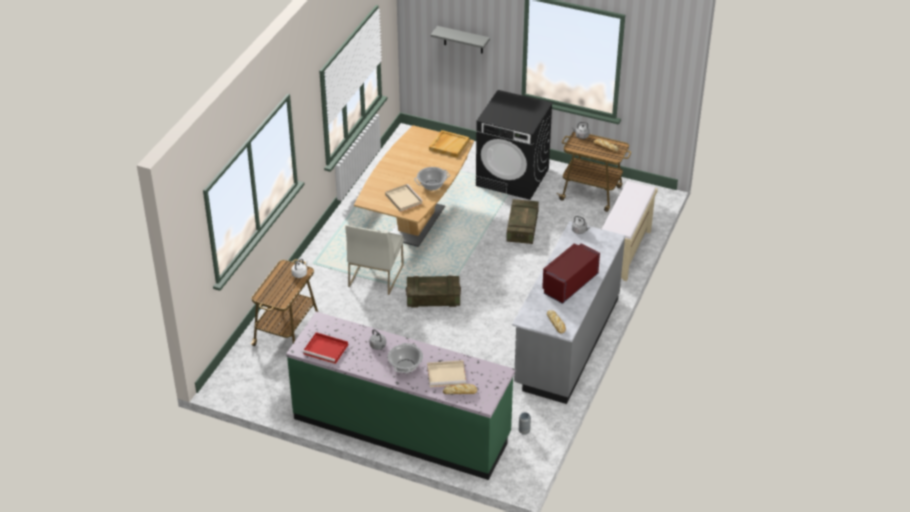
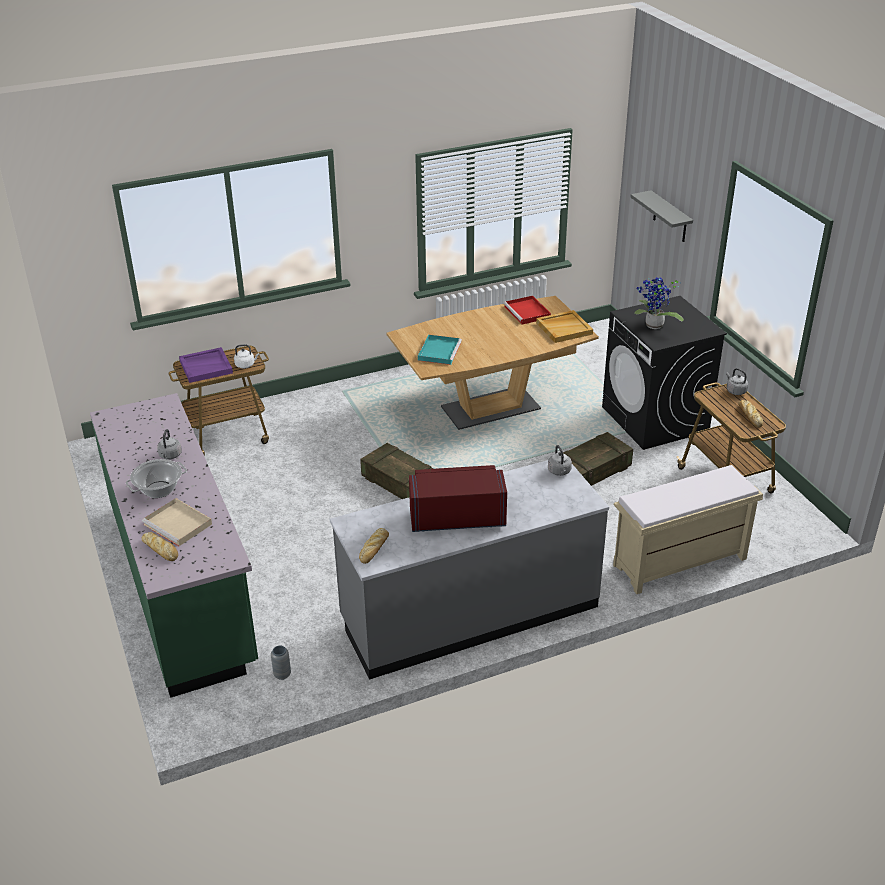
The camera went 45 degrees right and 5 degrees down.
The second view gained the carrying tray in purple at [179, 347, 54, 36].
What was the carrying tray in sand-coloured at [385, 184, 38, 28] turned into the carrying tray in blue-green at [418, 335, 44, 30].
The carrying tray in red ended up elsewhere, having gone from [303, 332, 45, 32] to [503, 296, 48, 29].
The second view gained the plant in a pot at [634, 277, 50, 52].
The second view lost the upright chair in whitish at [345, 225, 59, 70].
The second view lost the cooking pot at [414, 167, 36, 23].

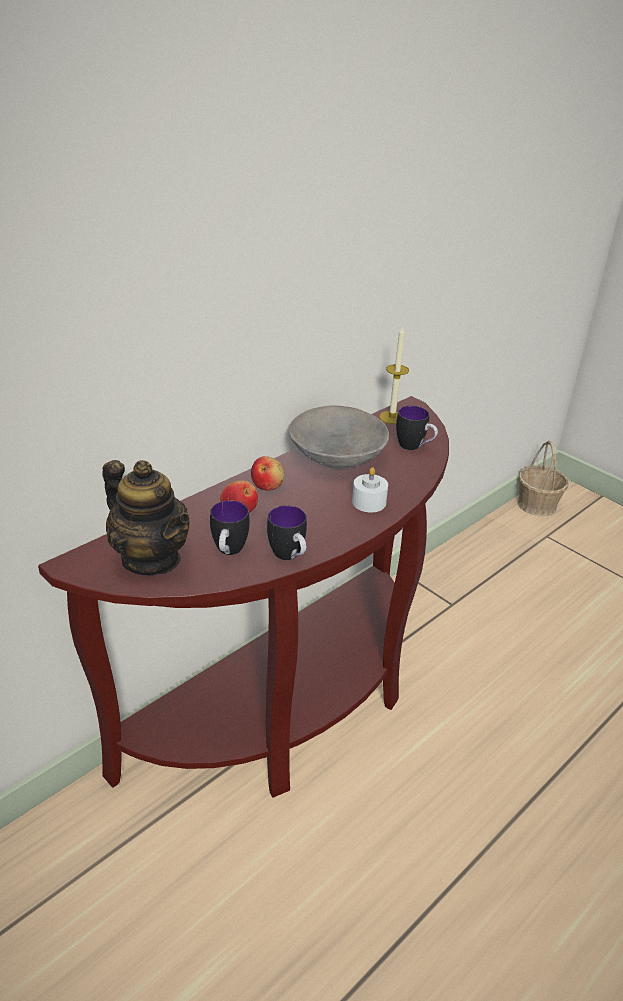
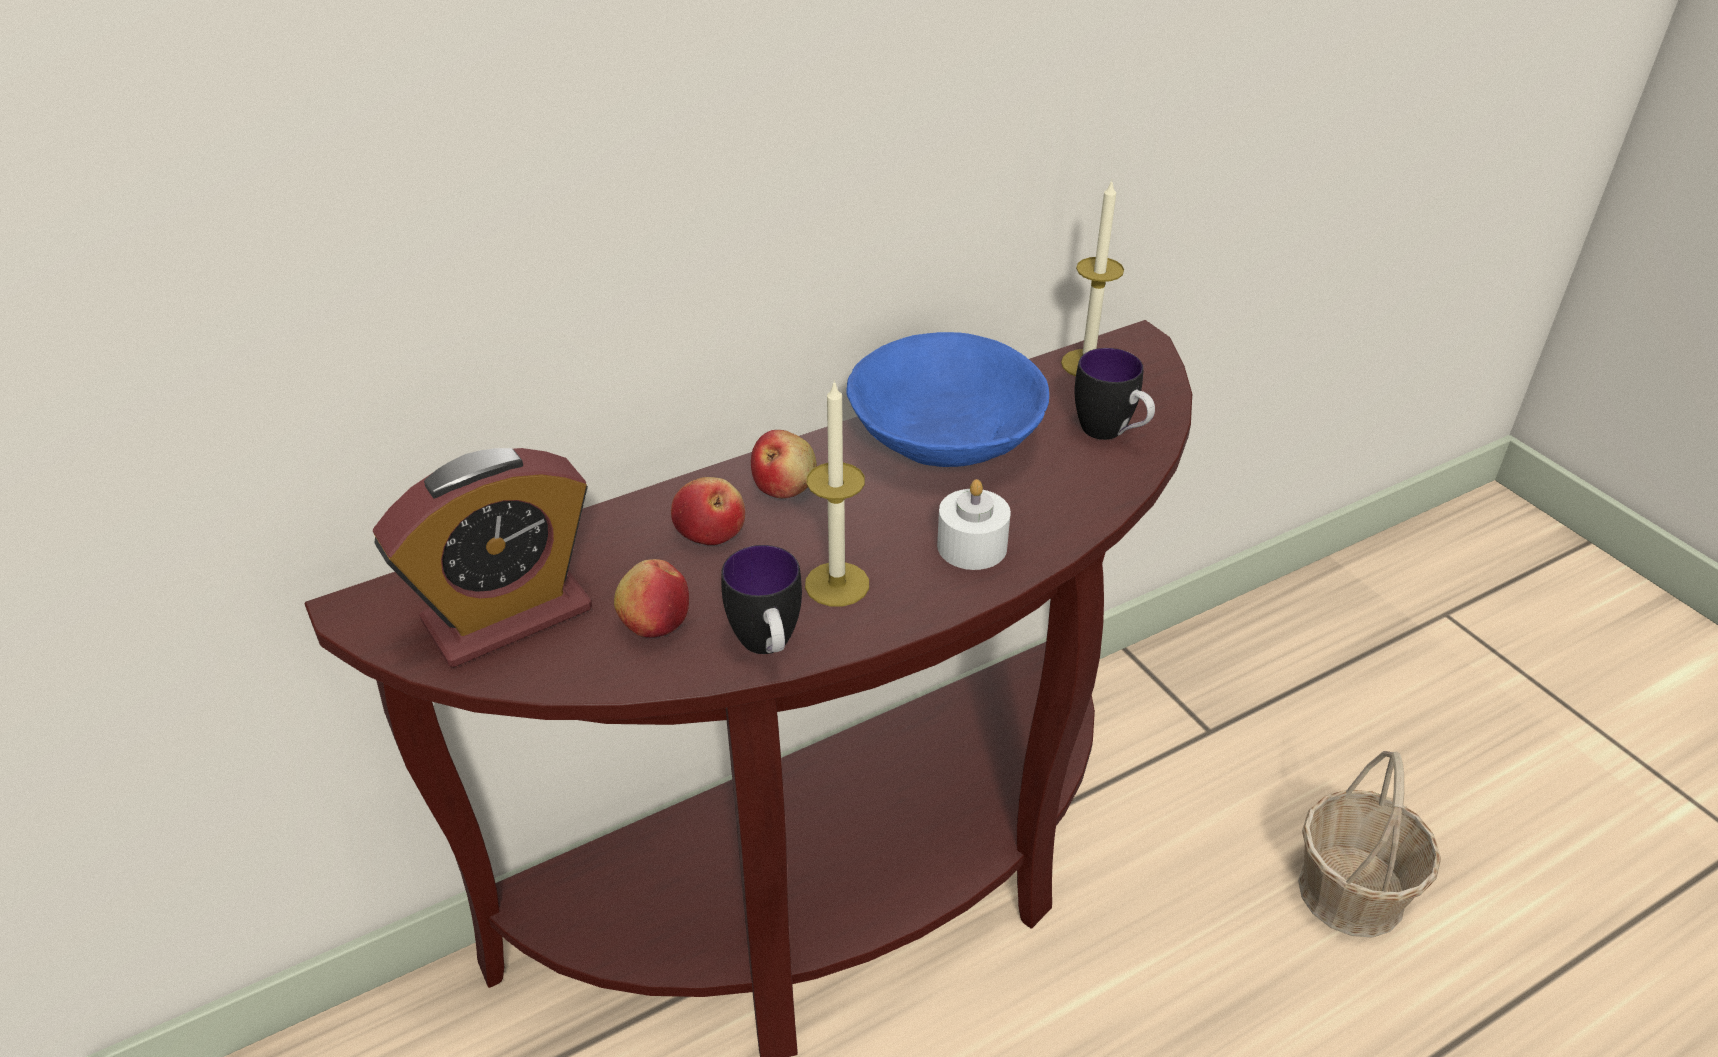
The camera went 15 degrees right and 5 degrees up.
Where the pot for tea stood at [102, 460, 88, 115], the bedside clock came to stand at [373, 448, 219, 220].
Where the coffee mug stood at [210, 500, 39, 55], the apple fruit came to stand at [614, 559, 75, 79].
The second view gained the wax candle at [805, 380, 64, 227].
What was the deep dish in grey at [289, 405, 100, 64] turned into the deep dish in blue at [846, 332, 203, 135].
The storage basket ended up elsewhere, having gone from [517, 440, 51, 76] to [1298, 751, 143, 186].

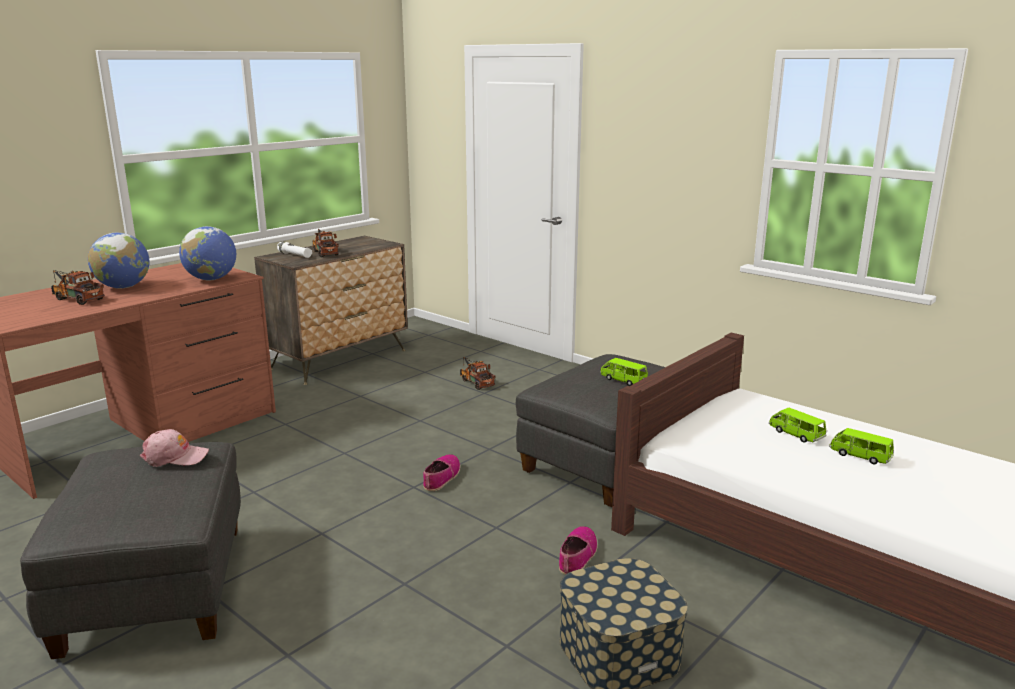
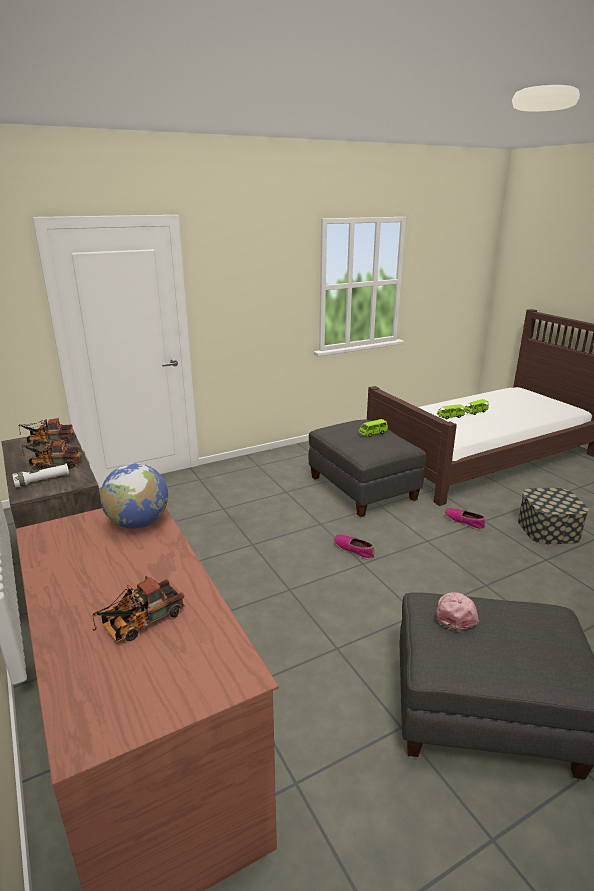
The camera went 70 degrees left and 5 degrees up.
The toy truck ended up elsewhere, having gone from [460, 357, 36, 33] to [18, 418, 56, 28].
The second view lost the world globe at [88, 233, 62, 56].

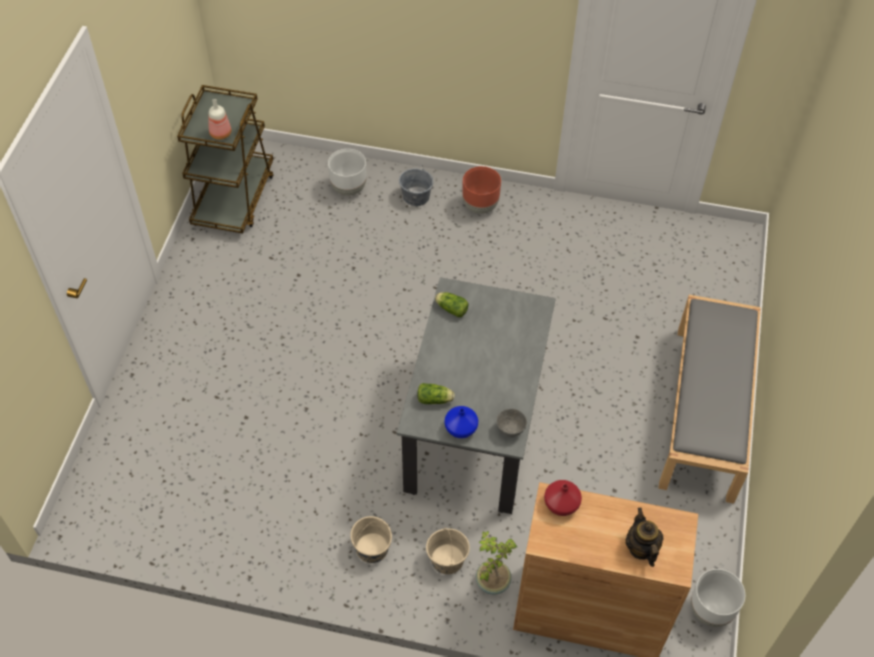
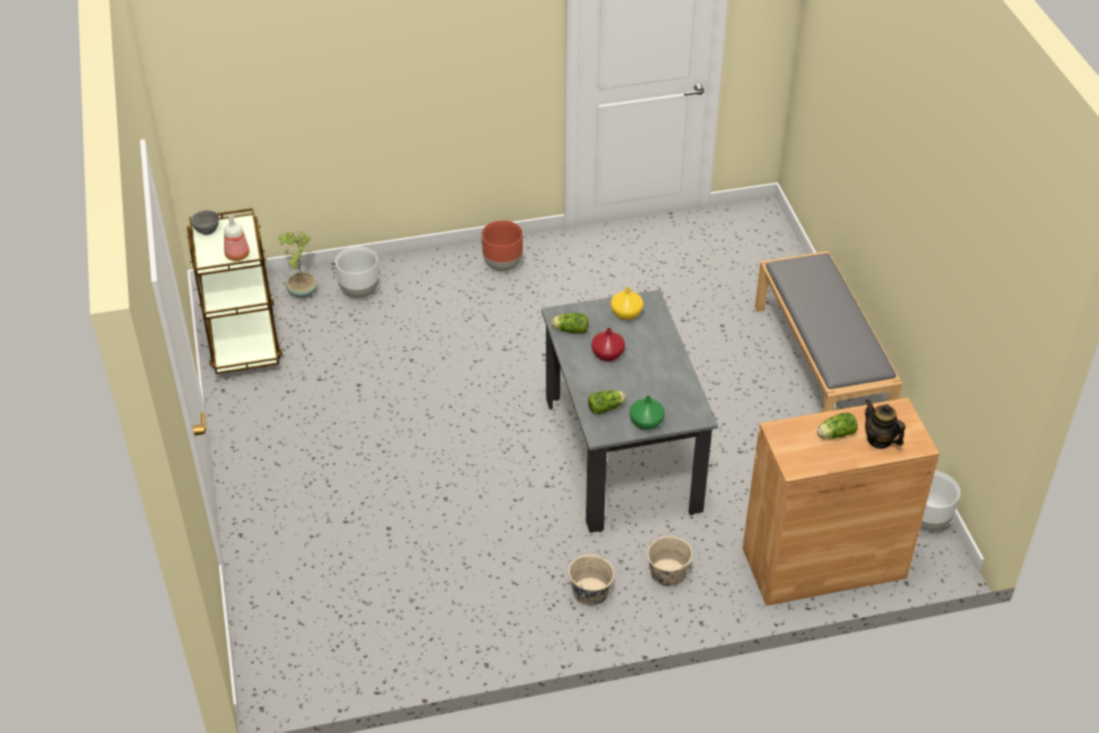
The camera went 25 degrees left and 10 degrees down.
The deep dish in grey ended up elsewhere, having gone from [496, 409, 31, 28] to [191, 210, 28, 25].
The plant in a pot ended up elsewhere, having gone from [476, 531, 41, 64] to [278, 232, 40, 66].
The flower vase in red ended up elsewhere, having gone from [544, 480, 38, 36] to [592, 328, 33, 33].
The second view gained the flower vase in yellow-coloured at [611, 287, 32, 33].
What was the flower vase in blue at [445, 406, 33, 32] turned into the flower vase in green at [630, 395, 35, 35].
The second view gained the head of lettuce at [817, 413, 41, 26].
The second view lost the water bucket in grey at [399, 165, 34, 41].

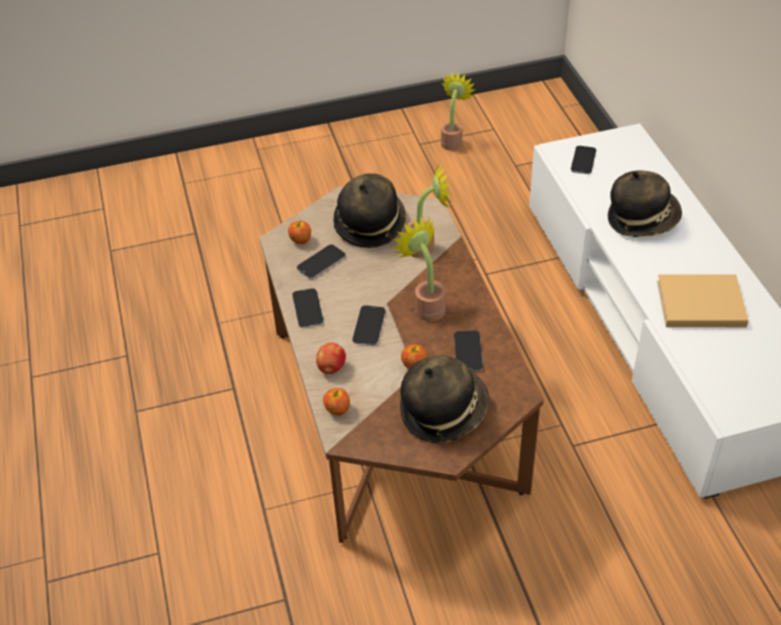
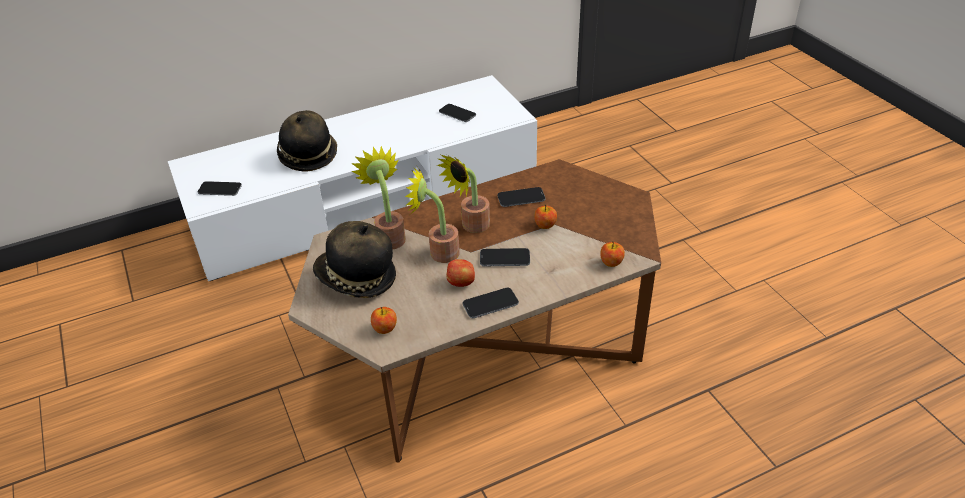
The camera went 100 degrees left and 5 degrees down.
The plant in a pot ended up elsewhere, having gone from [441, 71, 35, 80] to [405, 167, 55, 96].
The phone ended up elsewhere, having gone from [297, 245, 49, 34] to [439, 104, 37, 18].
The apple fruit ended up elsewhere, having gone from [316, 343, 30, 31] to [447, 259, 28, 28].
The second view lost the clothing hat at [400, 356, 89, 87].
The second view lost the volume in sand-coloured at [657, 274, 92, 53].

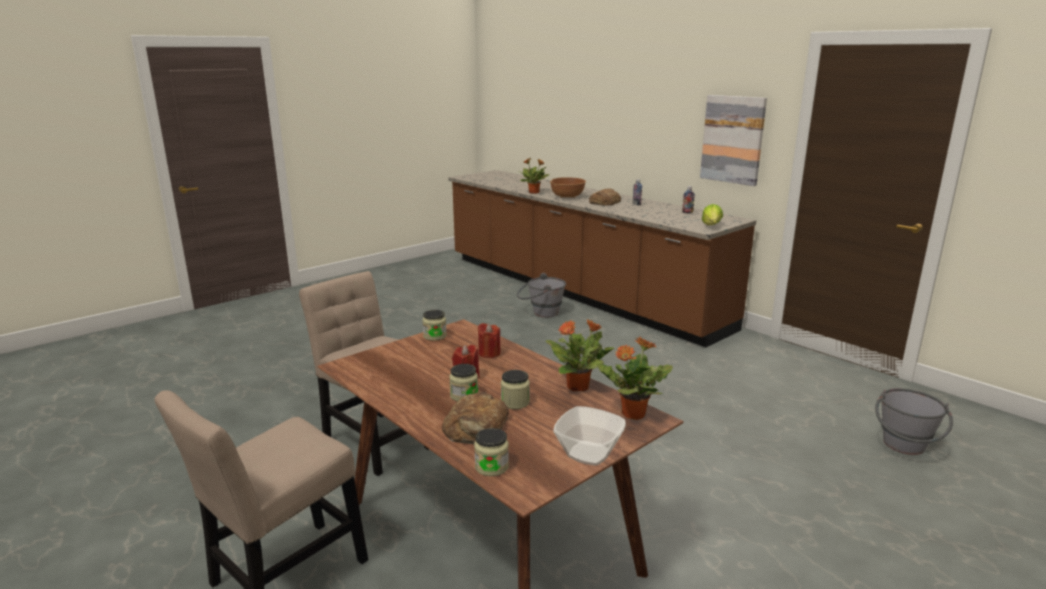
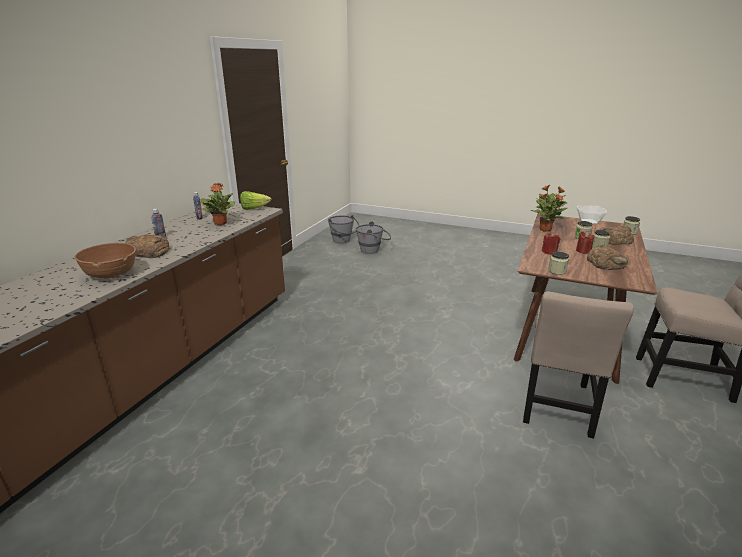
The camera went 115 degrees left and 5 degrees up.
The plant in a pot ended up elsewhere, having gone from [519, 158, 30, 36] to [200, 183, 35, 42].
The water bucket in grey ended up elsewhere, having gone from [517, 273, 49, 44] to [328, 215, 31, 28].
The second view gained the bread at [587, 245, 41, 25].
The second view lost the wall art at [700, 95, 67, 91].

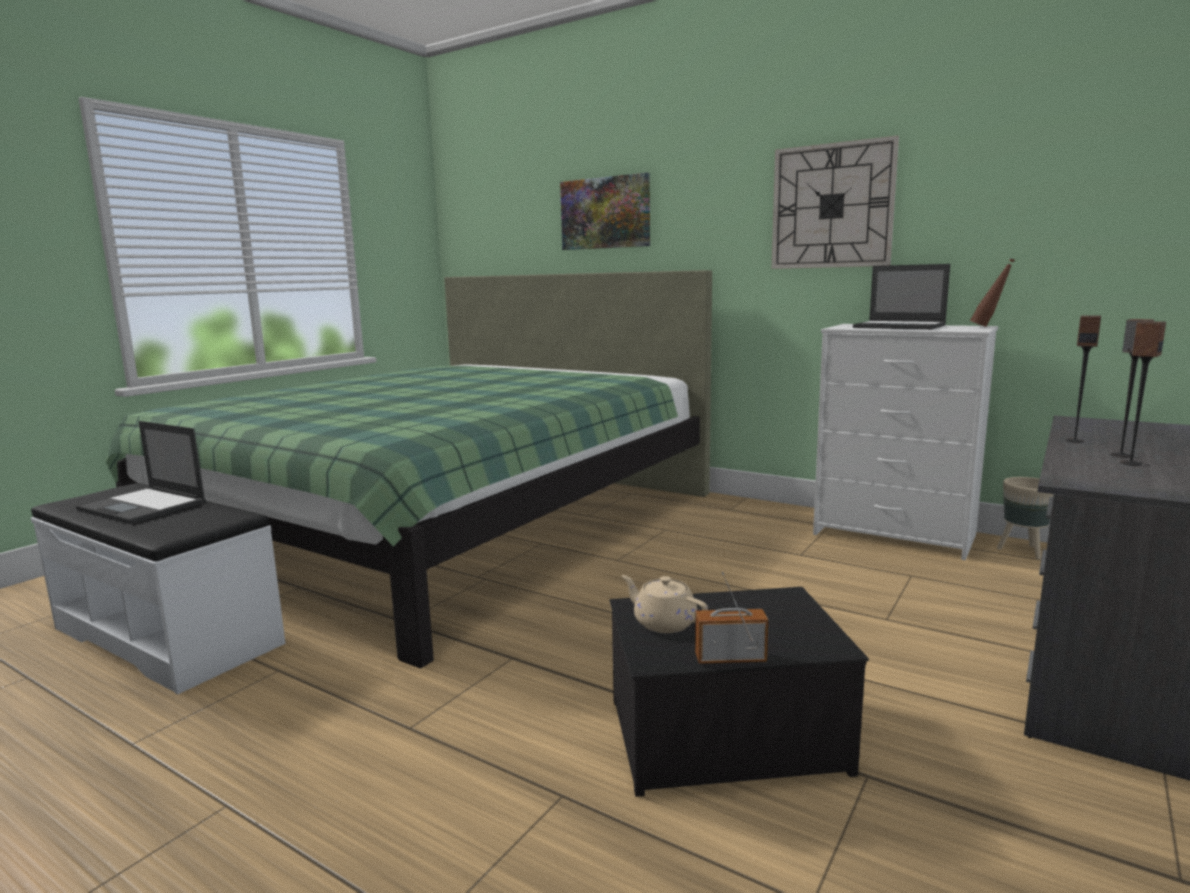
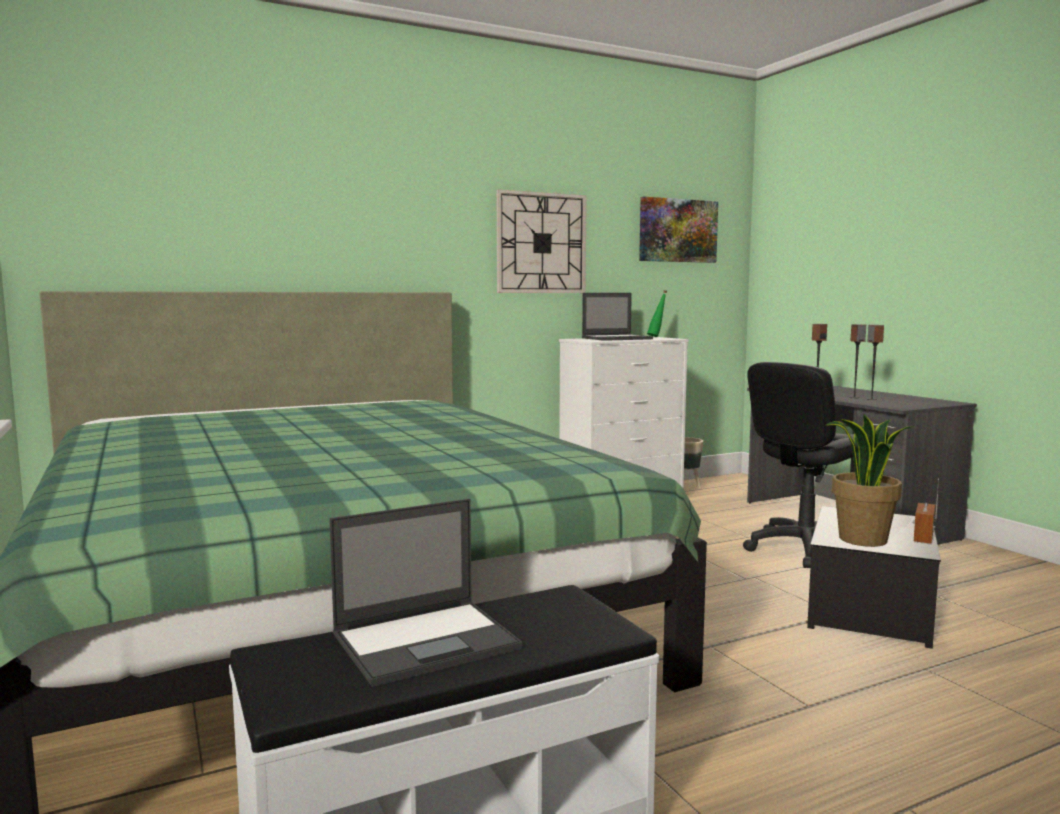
The camera went 60 degrees left and 5 degrees down.
The wall art ended up elsewhere, having gone from [560, 172, 90, 78] to [639, 197, 79, 66].
What was the bottle in brownish at [970, 258, 45, 69] turned into the bottle in green at [647, 290, 20, 47].
The second view gained the computer chair in blackish at [743, 362, 111, 206].
Where the pot for tea in sand-coloured stood at [621, 575, 87, 58], the plant in a pot came to stand at [826, 413, 88, 134].

